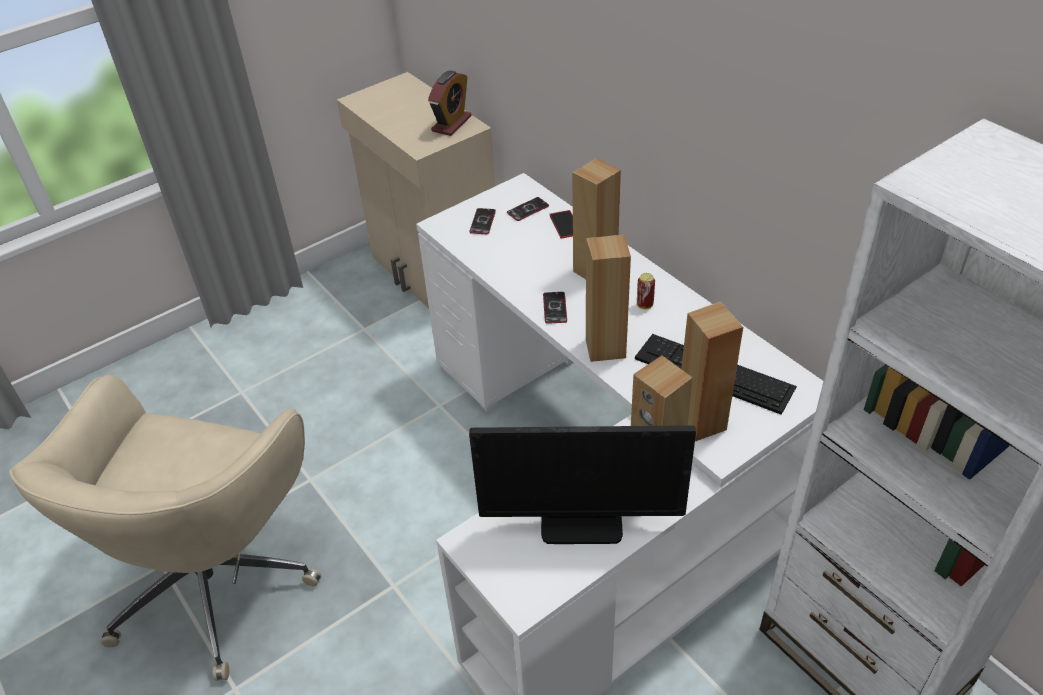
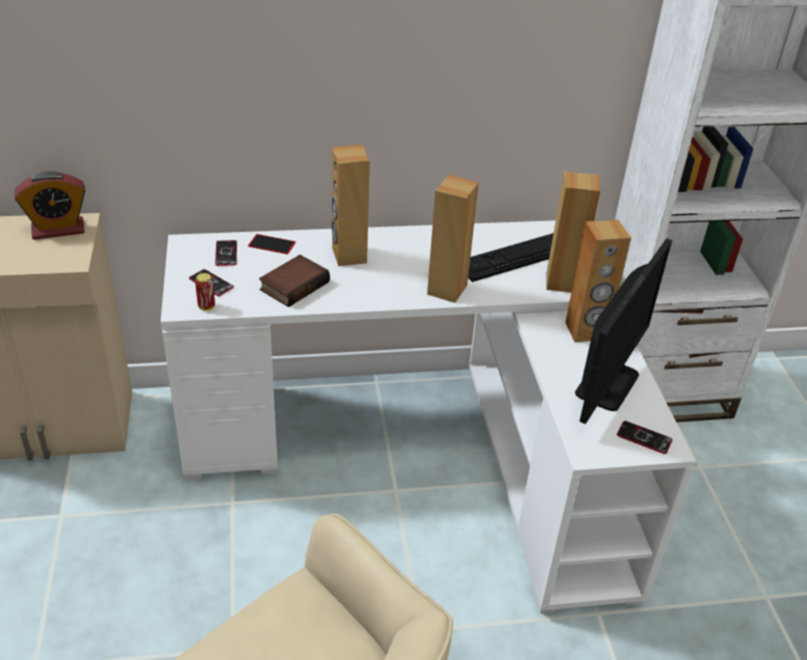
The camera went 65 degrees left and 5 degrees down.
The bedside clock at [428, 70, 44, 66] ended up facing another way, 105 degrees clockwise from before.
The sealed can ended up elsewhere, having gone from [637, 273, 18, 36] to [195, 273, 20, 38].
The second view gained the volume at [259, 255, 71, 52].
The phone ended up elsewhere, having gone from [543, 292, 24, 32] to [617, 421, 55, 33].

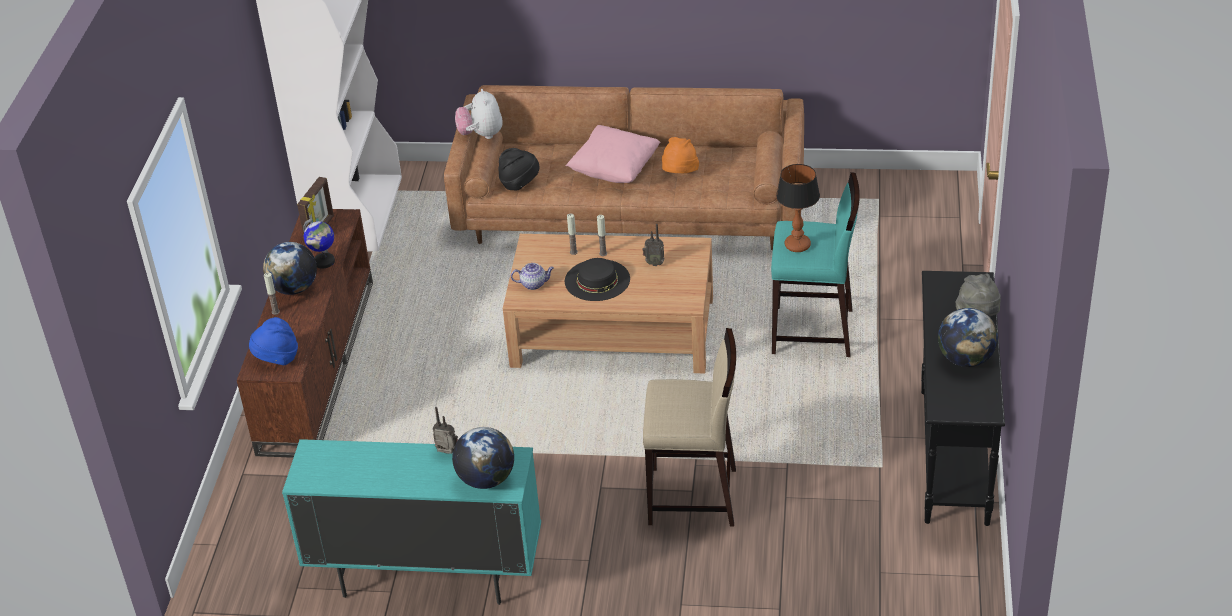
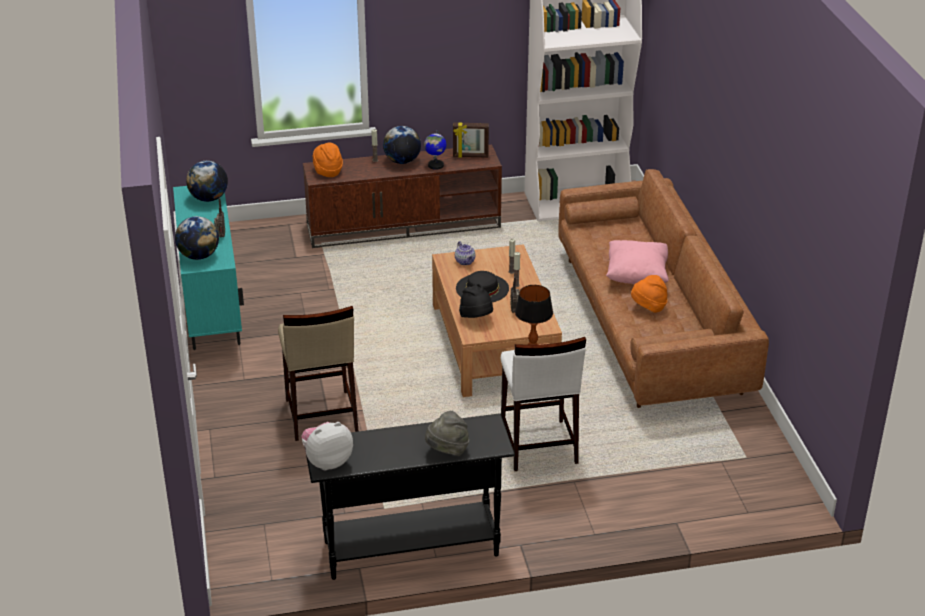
The camera went 70 degrees right and 5 degrees down.
The world globe ended up elsewhere, having gone from [938, 308, 60, 59] to [186, 161, 42, 41].
The plush toy ended up elsewhere, having gone from [455, 89, 48, 50] to [301, 422, 52, 48].
What was the clothing hat in blue at [249, 317, 49, 48] turned into the clothing hat in orange at [312, 142, 31, 35].
The clothing hat in blackish ended up elsewhere, having gone from [498, 148, 42, 42] to [459, 284, 34, 34].
What was the stool in blue-green at [771, 172, 89, 185] turned into the stool in whitish at [501, 337, 85, 134].

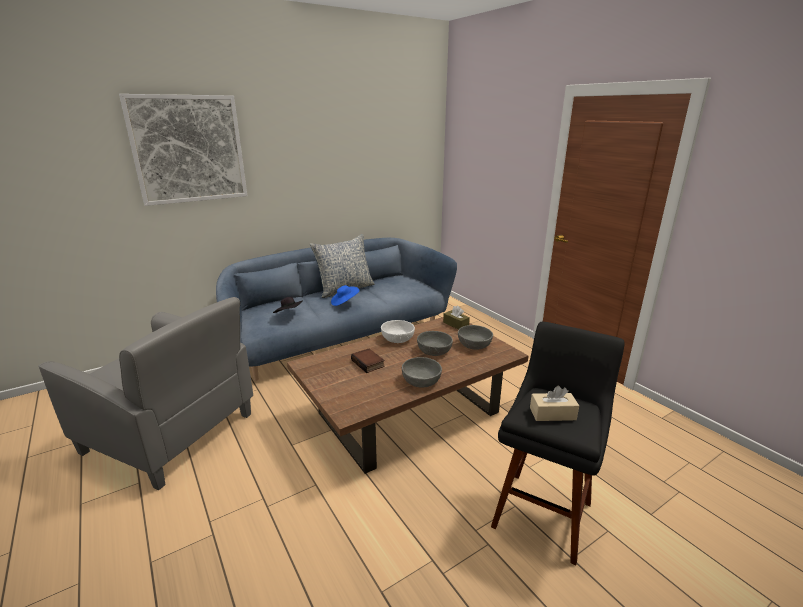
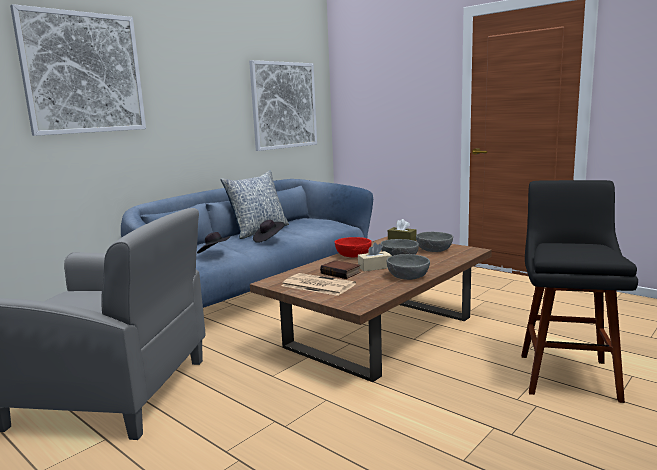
The camera went 15 degrees left and 10 degrees down.
The second view gained the wall art at [249, 60, 68, 91].
What was the clothing hat in blue at [331, 285, 28, 21] turned into the clothing hat in blackish at [253, 220, 32, 23].
The second view gained the newspaper at [281, 273, 75, 23].
What was the deep dish in whitish at [381, 320, 34, 23] turned into the deep dish in red at [335, 237, 37, 20].
The tissue box in sand-coloured ended up elsewhere, having gone from [530, 386, 49, 35] to [358, 243, 34, 28].

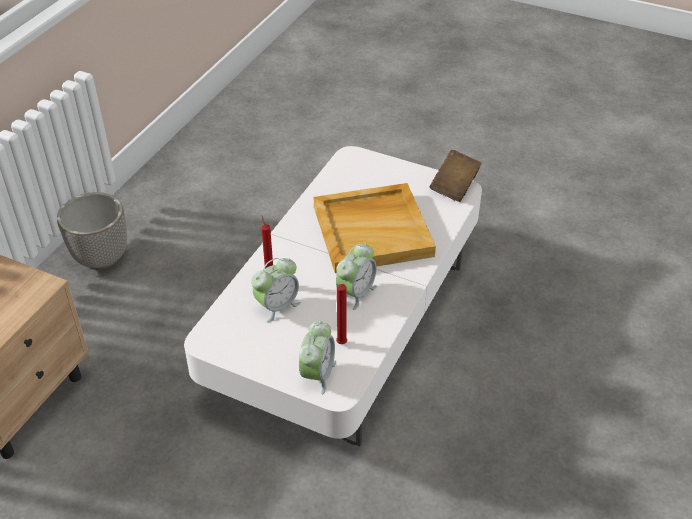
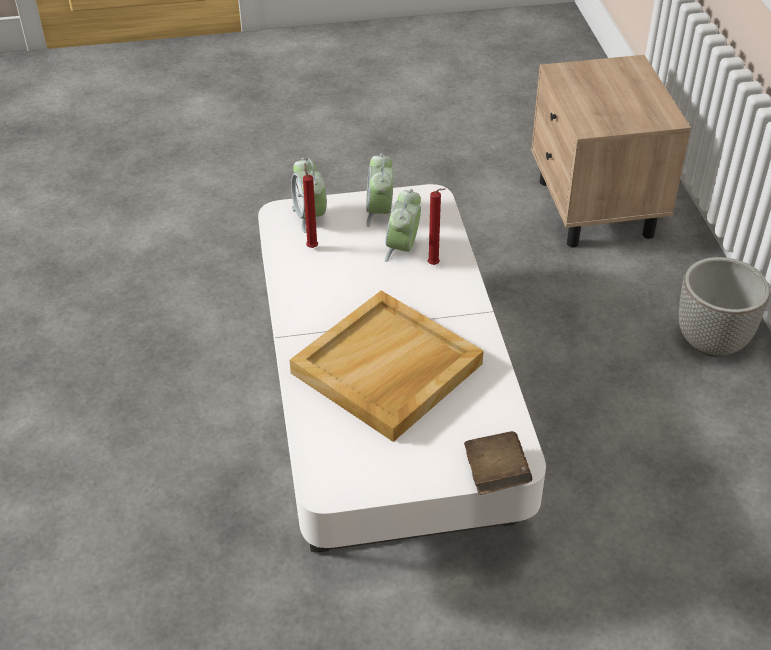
The camera went 145 degrees right and 0 degrees up.
The bedside clock ended up elsewhere, having gone from [336, 243, 41, 67] to [366, 153, 28, 74].
The volume in brownish ended up elsewhere, having gone from [430, 150, 52, 52] to [464, 431, 68, 64].

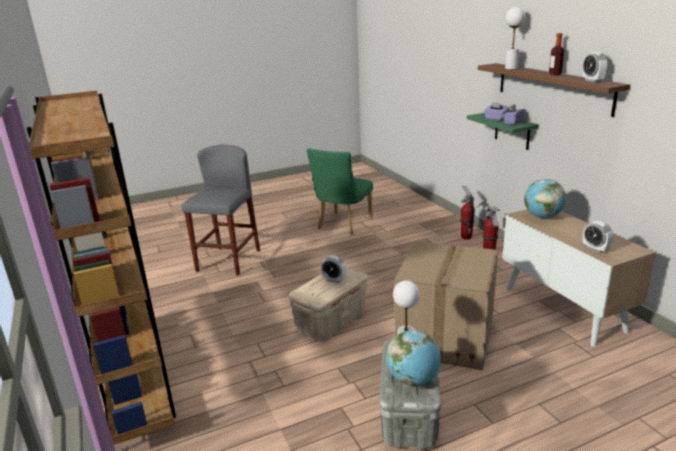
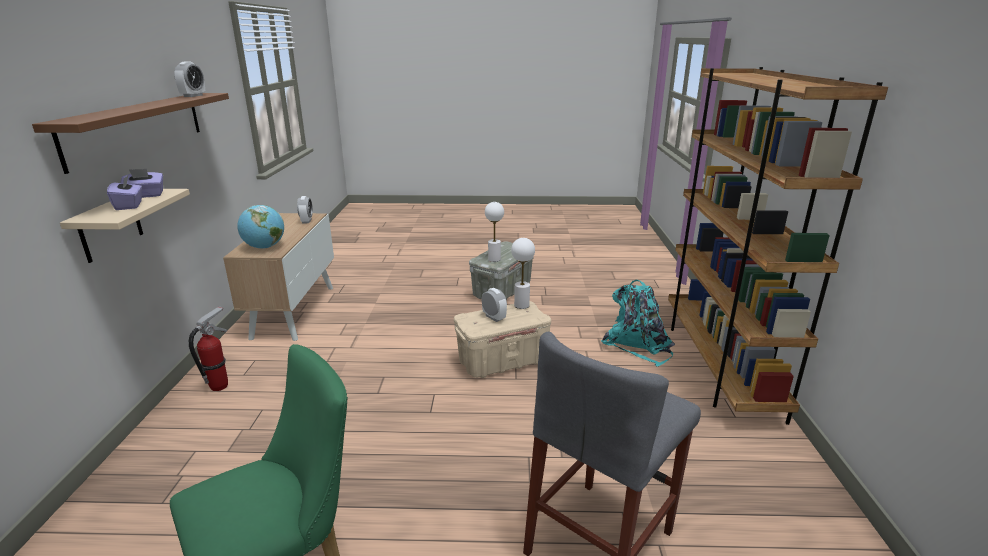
The camera went 155 degrees left and 0 degrees up.
What was the shelf in green at [467, 113, 71, 37] turned into the shelf in sand-coloured at [60, 189, 130, 74].
The table lamp in whitish ended up elsewhere, having gone from [505, 7, 20, 62] to [511, 238, 24, 71].
The second view gained the backpack in blue-green at [601, 280, 74, 87].
The second view lost the world globe at [387, 330, 54, 56].
The second view lost the packing box at [394, 241, 104, 129].
The second view lost the extinguisher at [460, 186, 15, 53].
The second view lost the bottle at [549, 33, 15, 42].

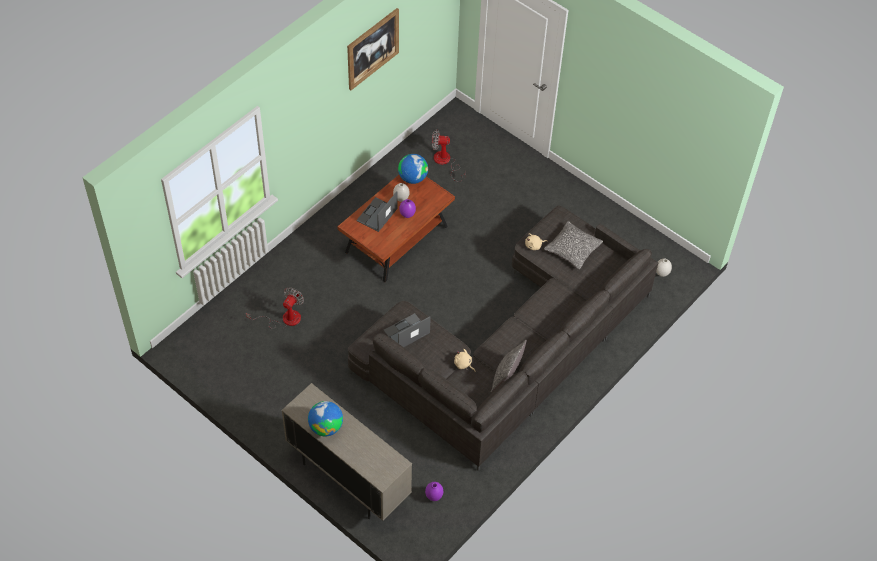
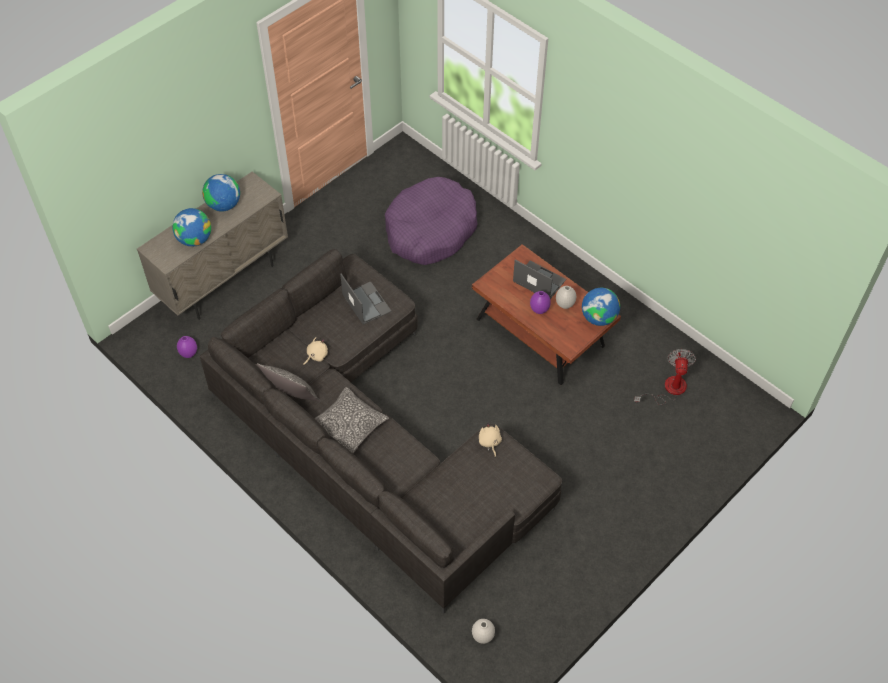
The camera went 95 degrees right and 0 degrees up.
The second view gained the world globe at [172, 208, 39, 39].
The pillow ended up elsewhere, having gone from [544, 221, 59, 48] to [314, 387, 75, 66].
Where the electric fan stood at [246, 287, 58, 42], the dog cushion in purple came to stand at [385, 177, 92, 88].
The second view lost the wall art at [347, 8, 52, 82].

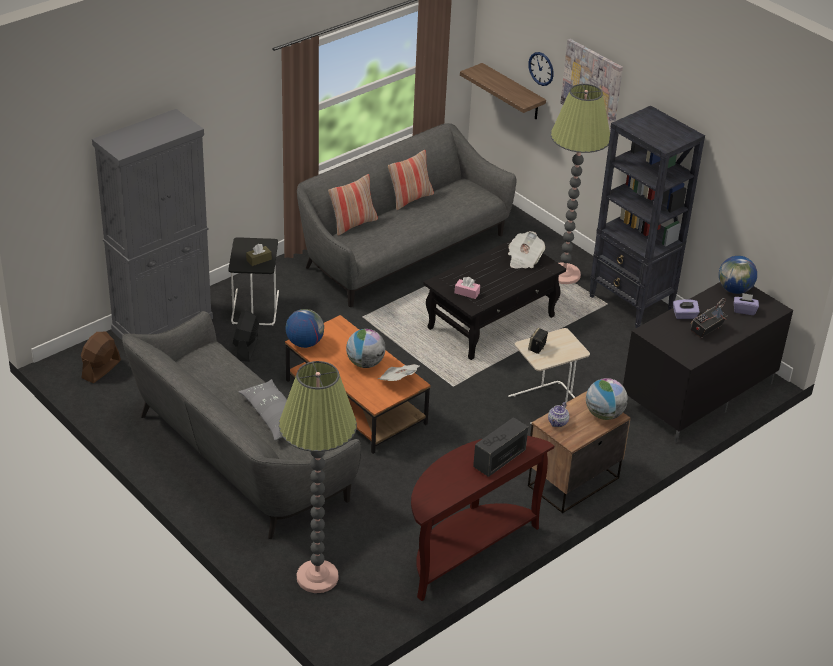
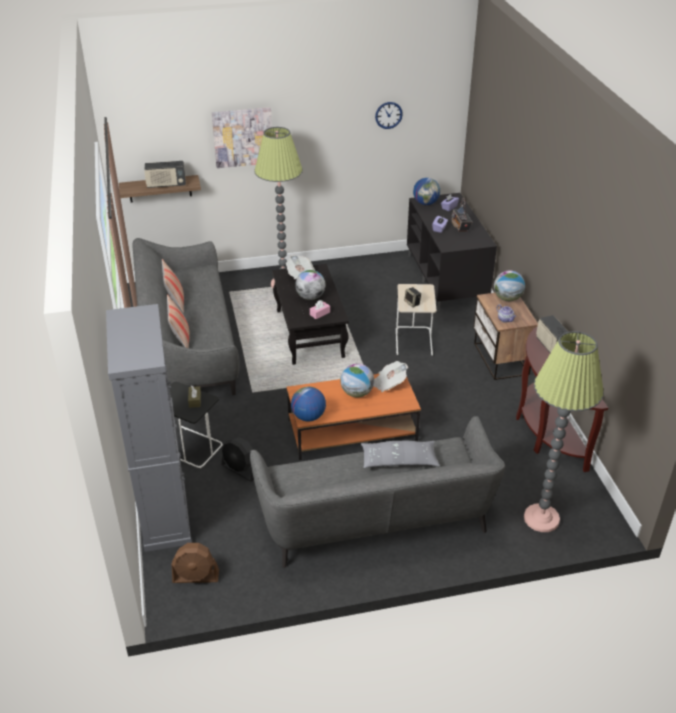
The camera went 60 degrees left and 0 degrees up.
The second view gained the radio receiver at [144, 161, 42, 27].
The electric fan in brownish at [81, 332, 40, 51] ended up facing another way, 60 degrees counterclockwise from before.
The second view gained the world globe at [295, 270, 31, 30].
The wall clock ended up elsewhere, having gone from [528, 52, 26, 34] to [375, 102, 28, 27].
The second view lost the shelving unit in blackish at [589, 106, 116, 222].

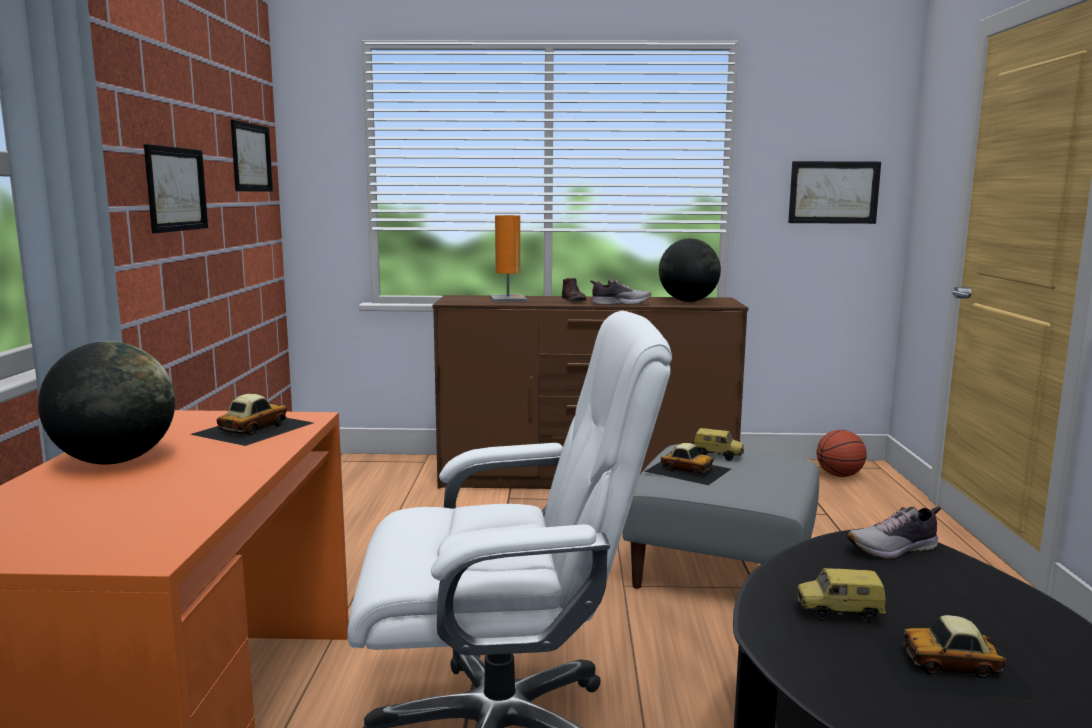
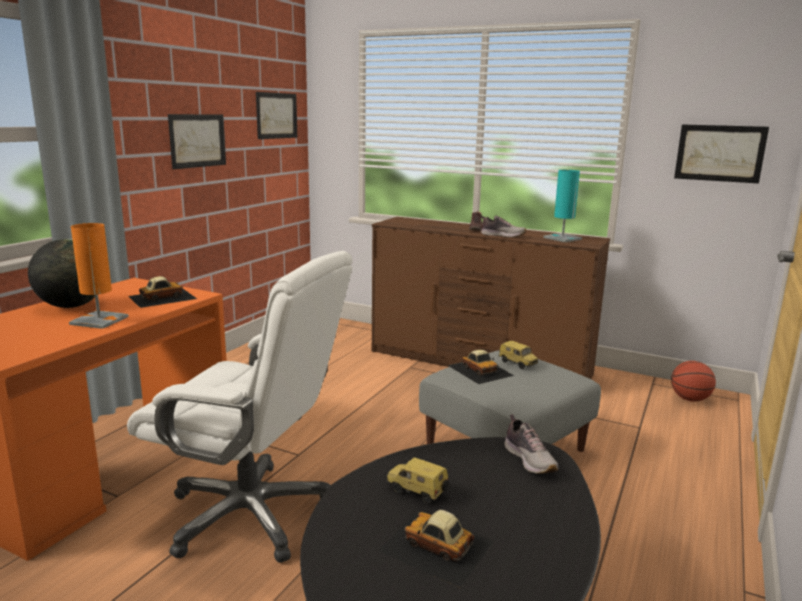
The camera went 25 degrees right and 5 degrees up.
The table lamp in orange ended up elsewhere, having gone from [490, 215, 37, 87] to [69, 223, 60, 106].
The shoe at [847, 506, 94, 53] ended up facing another way, 120 degrees counterclockwise from before.
Where the world globe stood at [659, 238, 62, 64], the table lamp in blue-green came to stand at [543, 170, 39, 72].

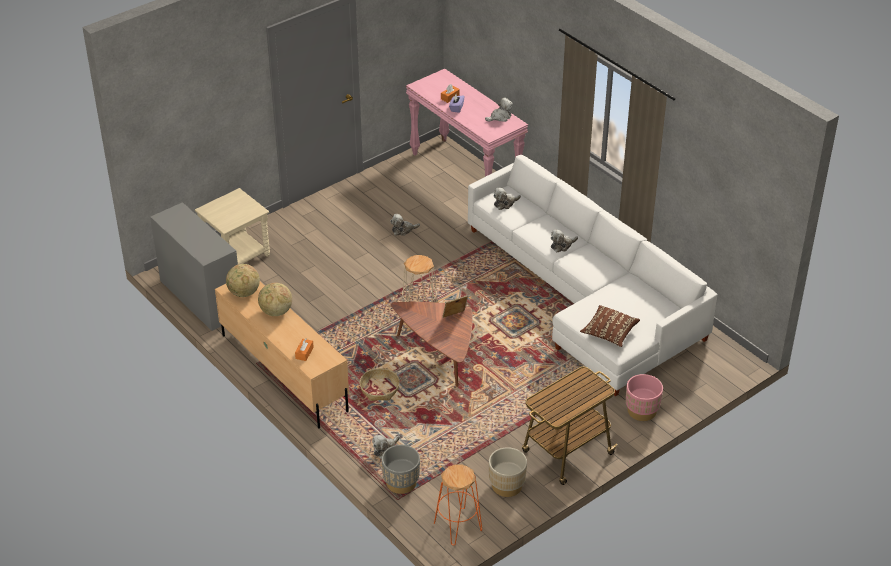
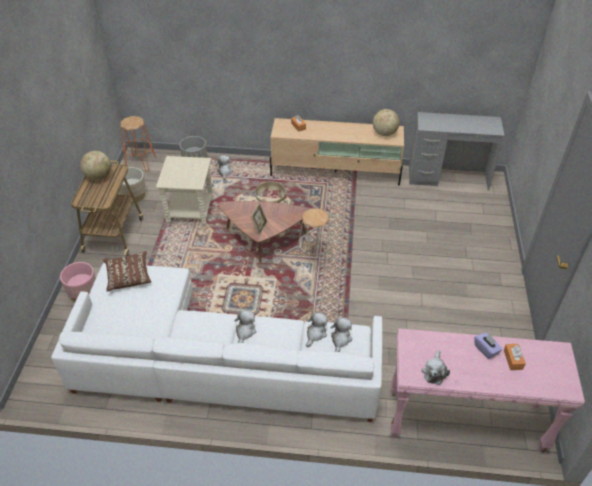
The camera went 135 degrees right and 5 degrees up.
The world globe ended up elsewhere, having gone from [258, 282, 34, 34] to [80, 151, 31, 29].
The accent table in sand-coloured ended up elsewhere, having gone from [195, 188, 75, 76] to [156, 156, 57, 70].
The plush toy ended up elsewhere, having gone from [390, 214, 30, 22] to [306, 312, 22, 35].

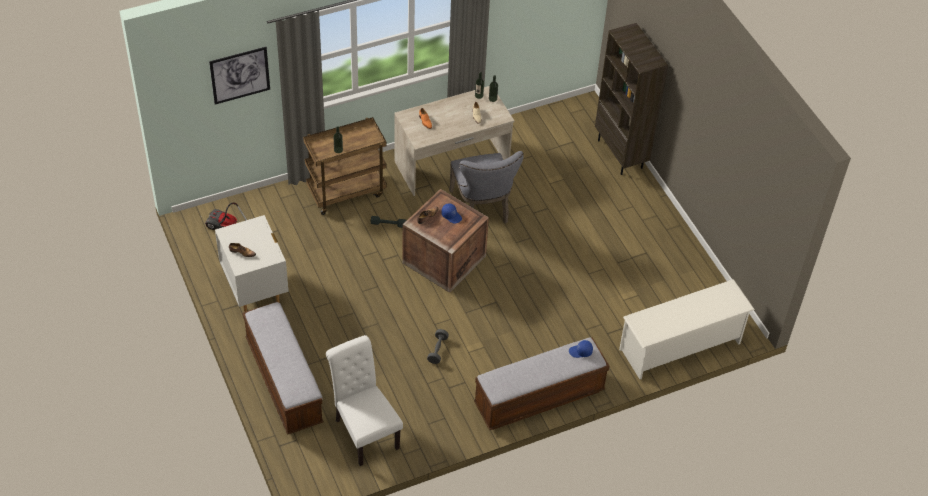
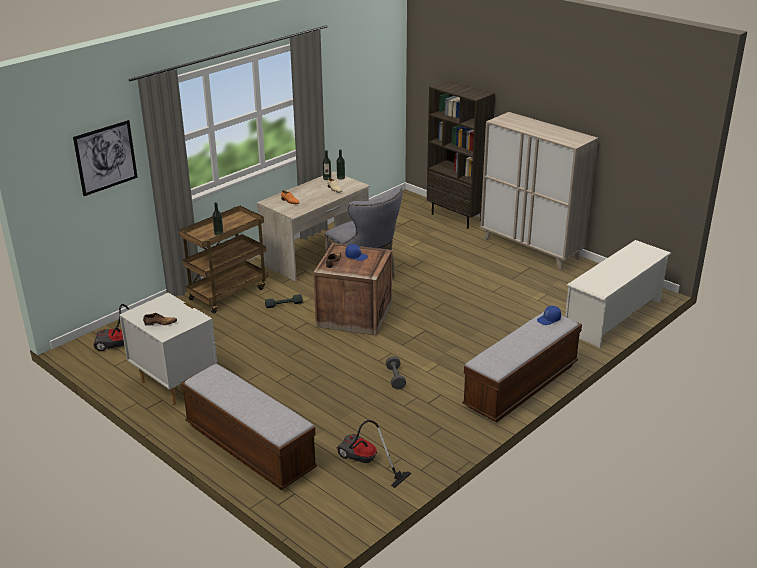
The camera went 20 degrees left and 20 degrees down.
Where the upright chair in whitish stood at [326, 335, 77, 131], the vacuum came to stand at [337, 420, 74, 68].
The second view gained the storage cabinet in sand-coloured at [480, 112, 118, 159].

